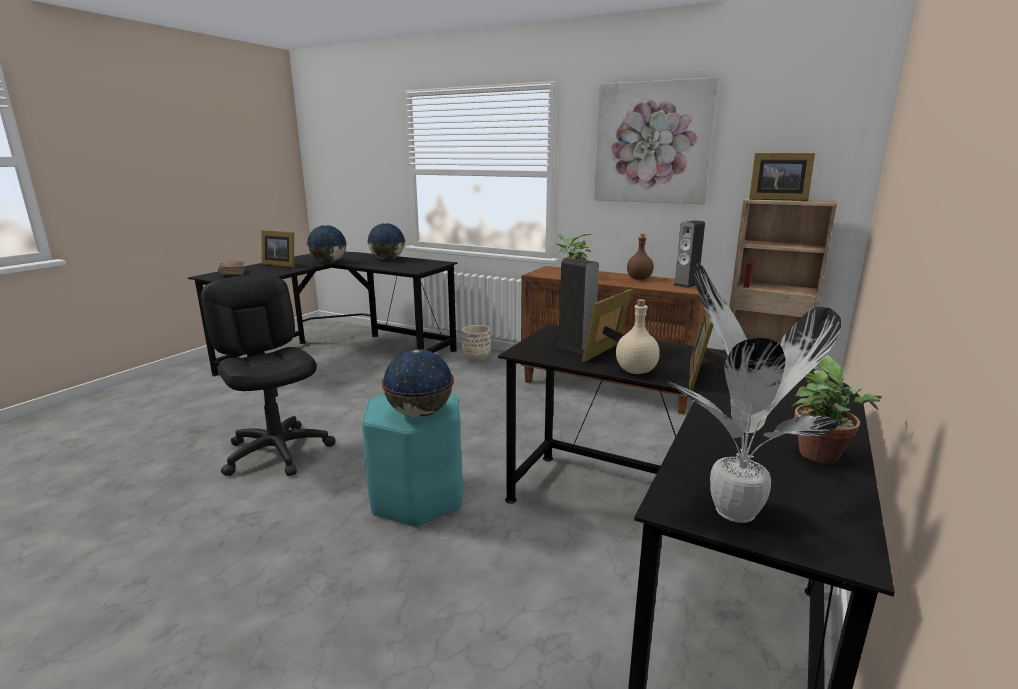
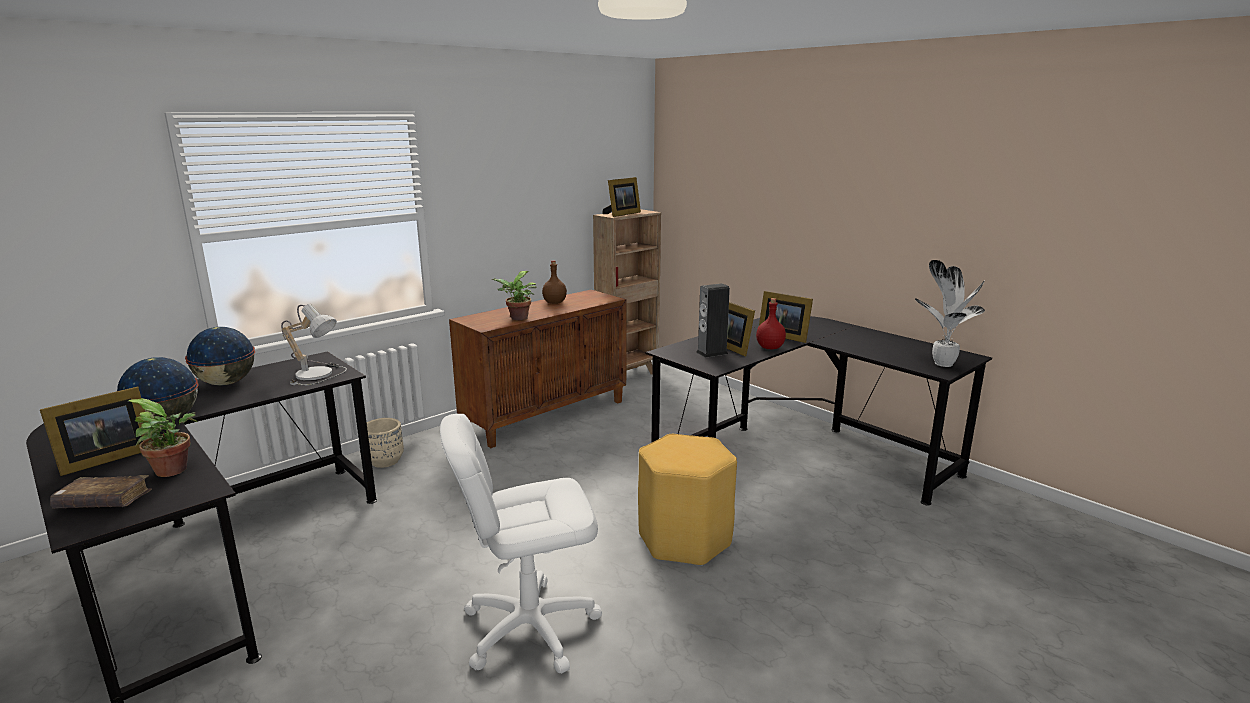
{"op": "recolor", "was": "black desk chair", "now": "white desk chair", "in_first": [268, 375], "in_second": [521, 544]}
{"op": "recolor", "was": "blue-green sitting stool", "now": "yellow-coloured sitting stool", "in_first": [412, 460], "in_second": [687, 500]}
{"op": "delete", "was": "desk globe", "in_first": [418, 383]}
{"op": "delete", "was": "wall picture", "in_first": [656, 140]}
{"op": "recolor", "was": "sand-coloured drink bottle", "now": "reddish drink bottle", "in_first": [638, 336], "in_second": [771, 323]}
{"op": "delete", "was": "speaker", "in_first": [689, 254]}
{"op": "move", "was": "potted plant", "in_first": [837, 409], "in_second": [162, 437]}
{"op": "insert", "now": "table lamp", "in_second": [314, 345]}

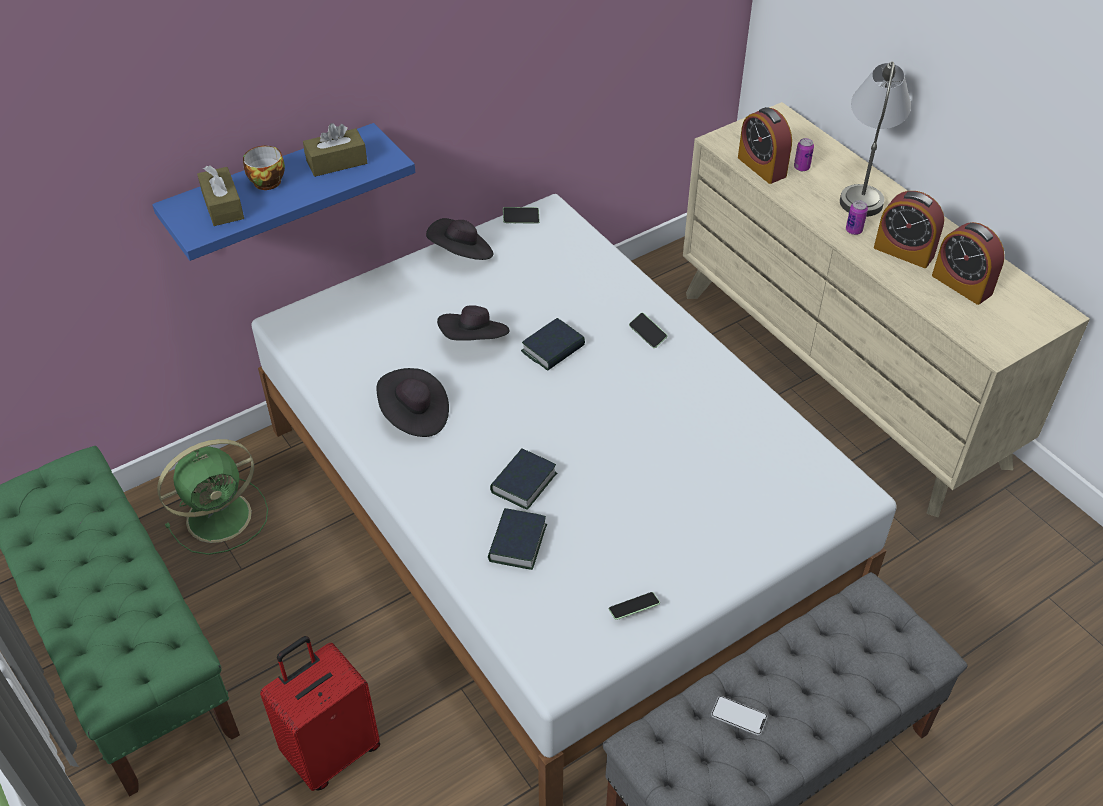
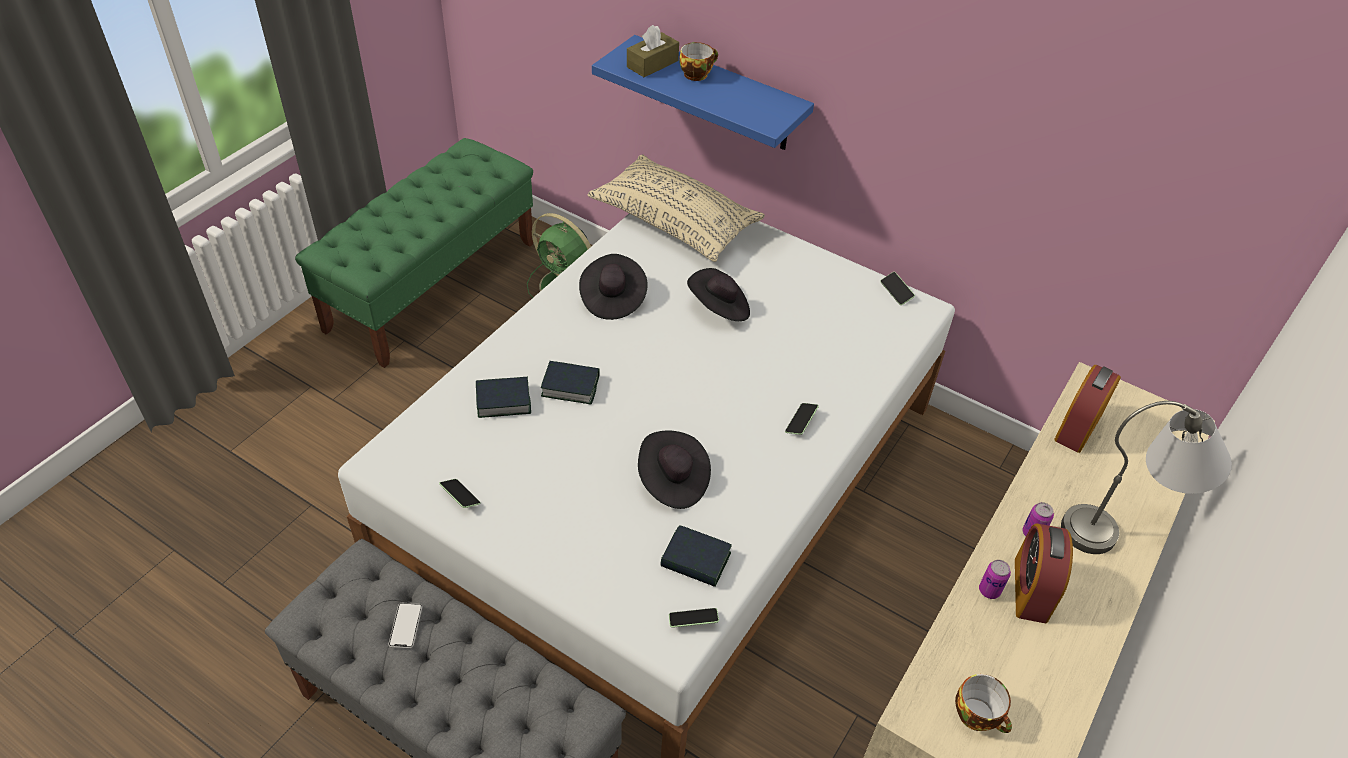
{"op": "delete", "was": "reddish suitcase", "in_first": [320, 713]}
{"op": "delete", "was": "brownish box of tissues", "in_first": [335, 150]}
{"op": "move", "was": "black wearable hat", "in_first": [460, 239], "in_second": [674, 470]}
{"op": "move", "was": "bound book", "in_first": [553, 344], "in_second": [696, 556]}
{"op": "move", "was": "metal can", "in_first": [804, 154], "in_second": [995, 579]}
{"op": "delete", "was": "bedside clock", "in_first": [968, 263]}
{"op": "insert", "now": "sand-coloured cushion", "in_second": [676, 208]}
{"op": "insert", "now": "telephone", "in_second": [694, 618]}
{"op": "insert", "now": "drinking cup", "in_second": [983, 703]}

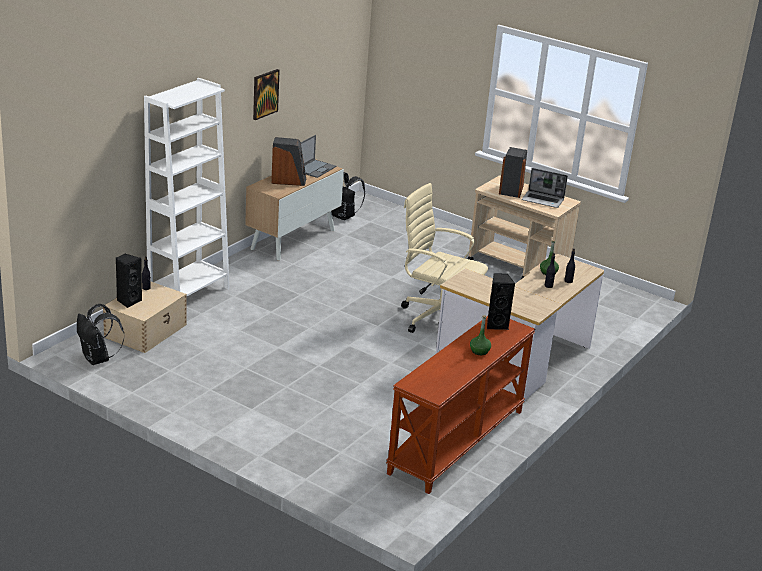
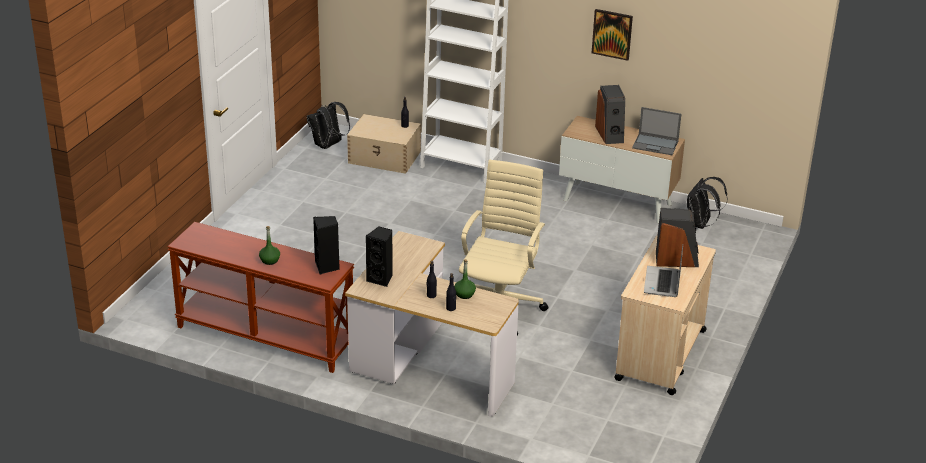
{"op": "move", "was": "black speaker", "in_first": [129, 280], "in_second": [379, 256]}

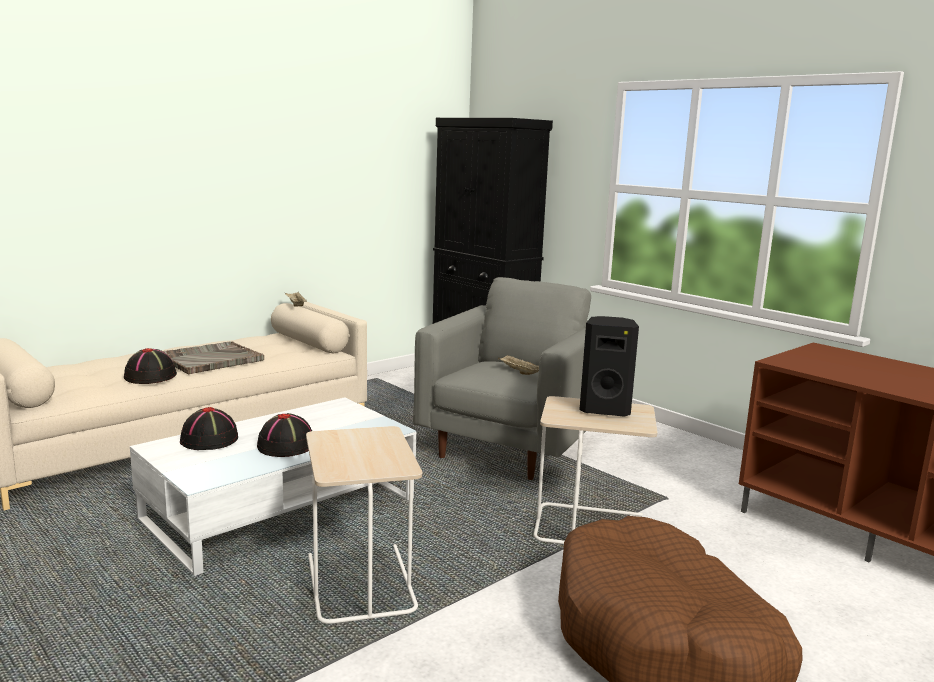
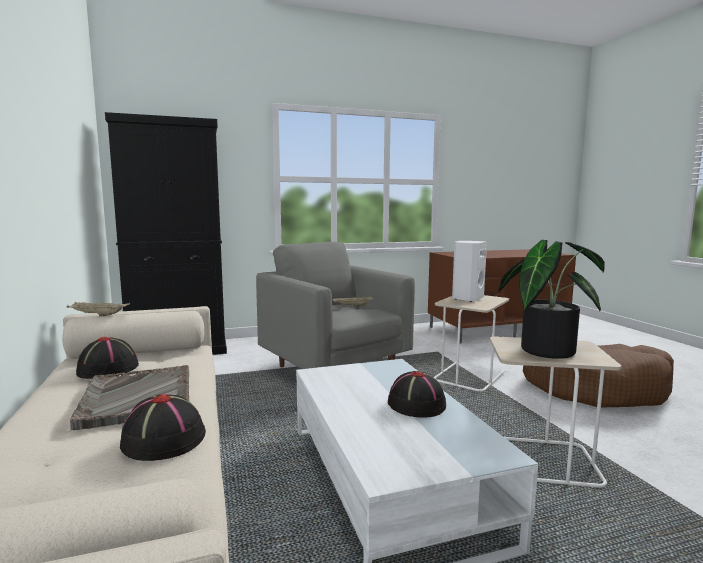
{"op": "move", "was": "black wearable hat", "in_first": [209, 428], "in_second": [107, 358]}
{"op": "recolor", "was": "black speaker", "now": "white speaker", "in_first": [609, 366], "in_second": [469, 271]}
{"op": "insert", "now": "potted plant", "in_second": [551, 299]}

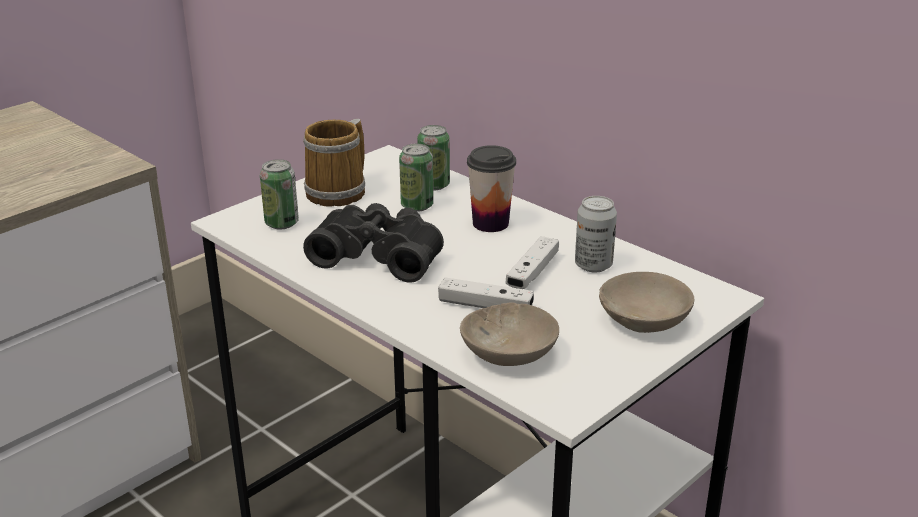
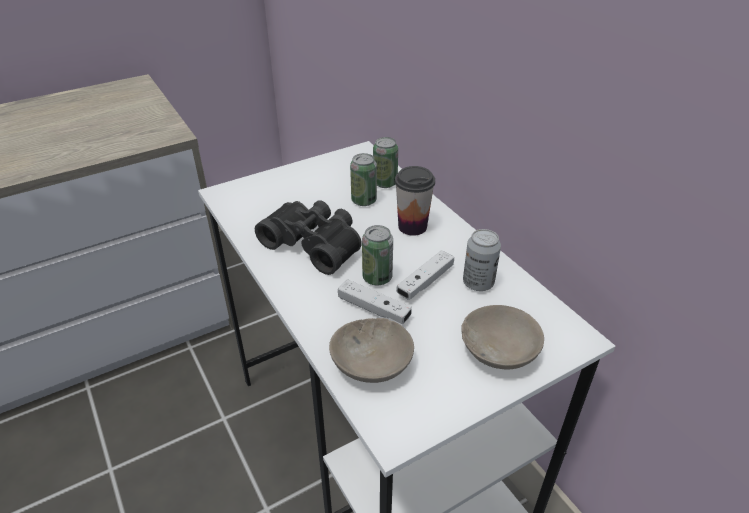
{"op": "move", "was": "metal can", "in_first": [279, 194], "in_second": [377, 255]}
{"op": "delete", "was": "tea mug", "in_first": [334, 163]}

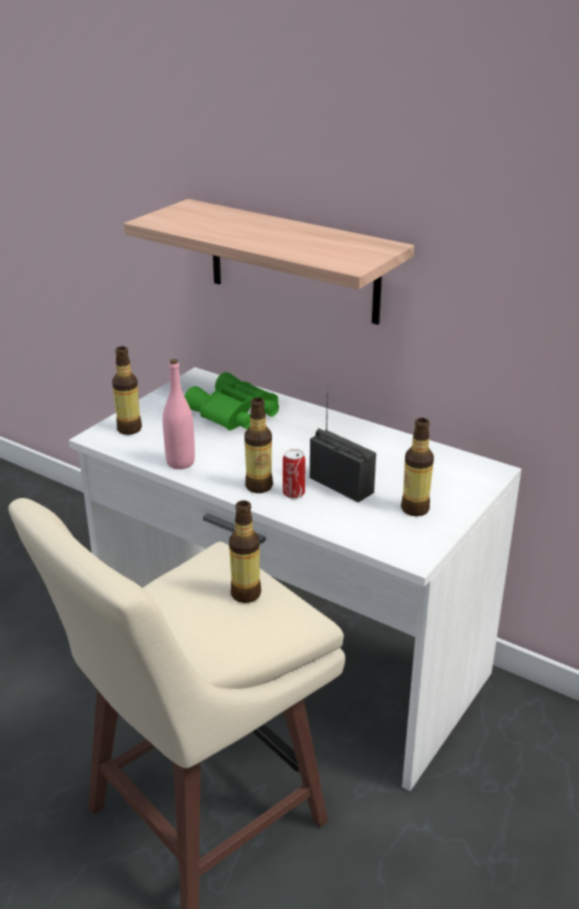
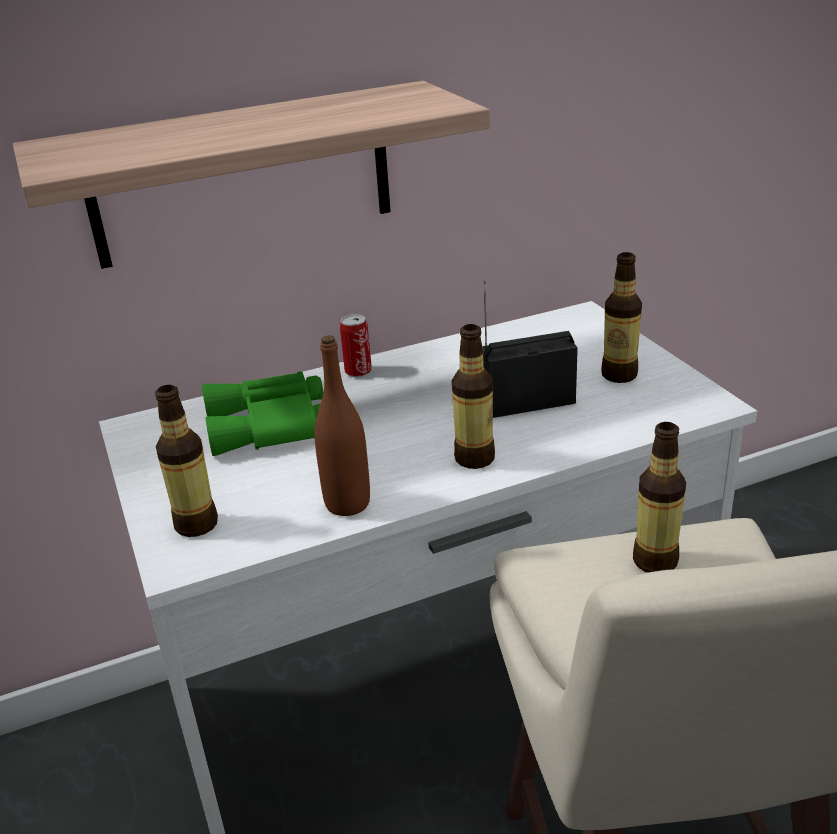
{"op": "recolor", "was": "pink-coloured drink bottle", "now": "brownish drink bottle", "in_first": [179, 414], "in_second": [342, 425]}
{"op": "move", "was": "metal can", "in_first": [294, 474], "in_second": [356, 345]}

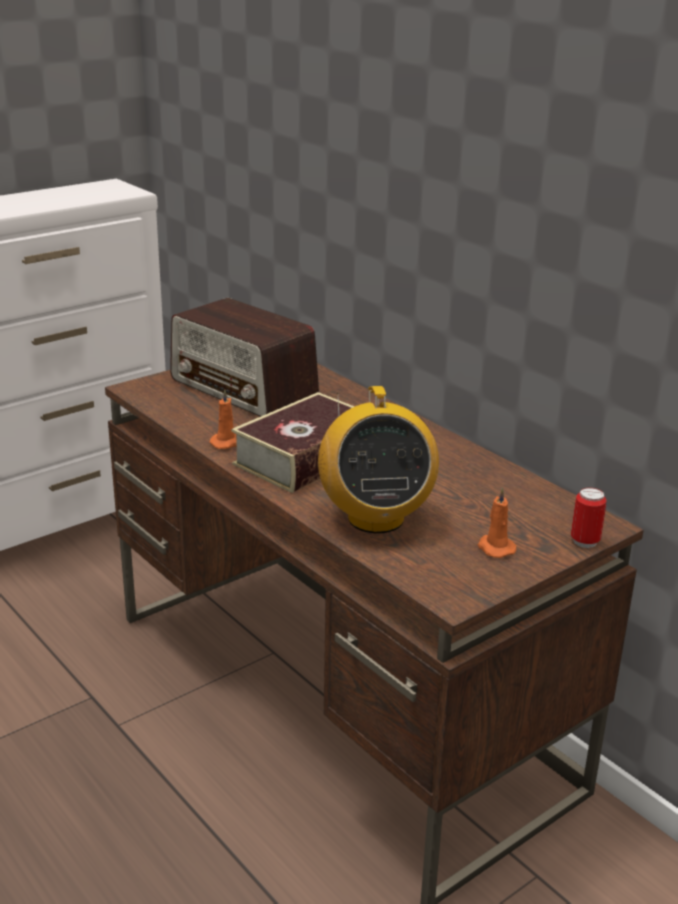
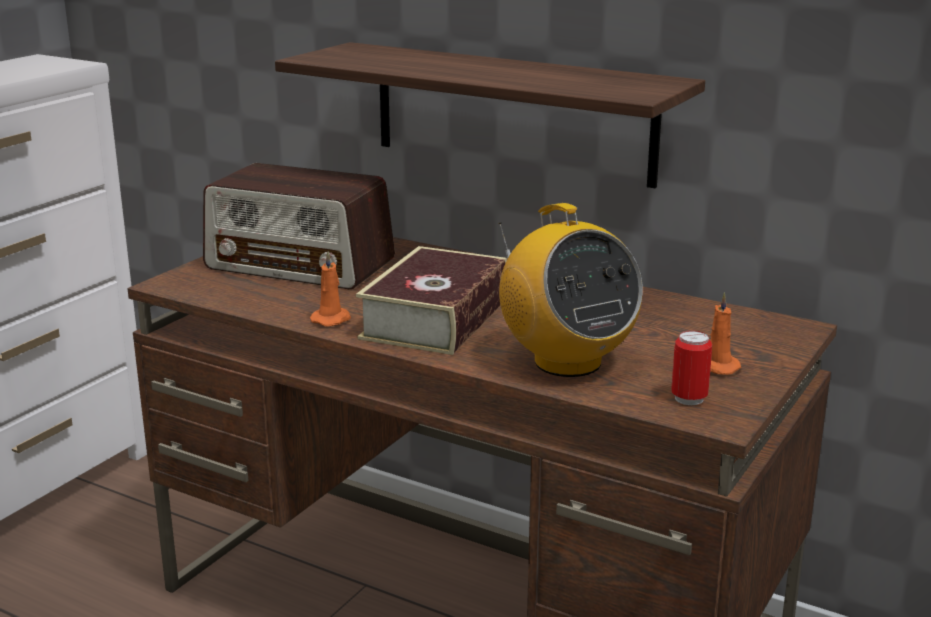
{"op": "move", "was": "metal can", "in_first": [589, 517], "in_second": [691, 367]}
{"op": "insert", "now": "bracket shelf", "in_second": [490, 115]}

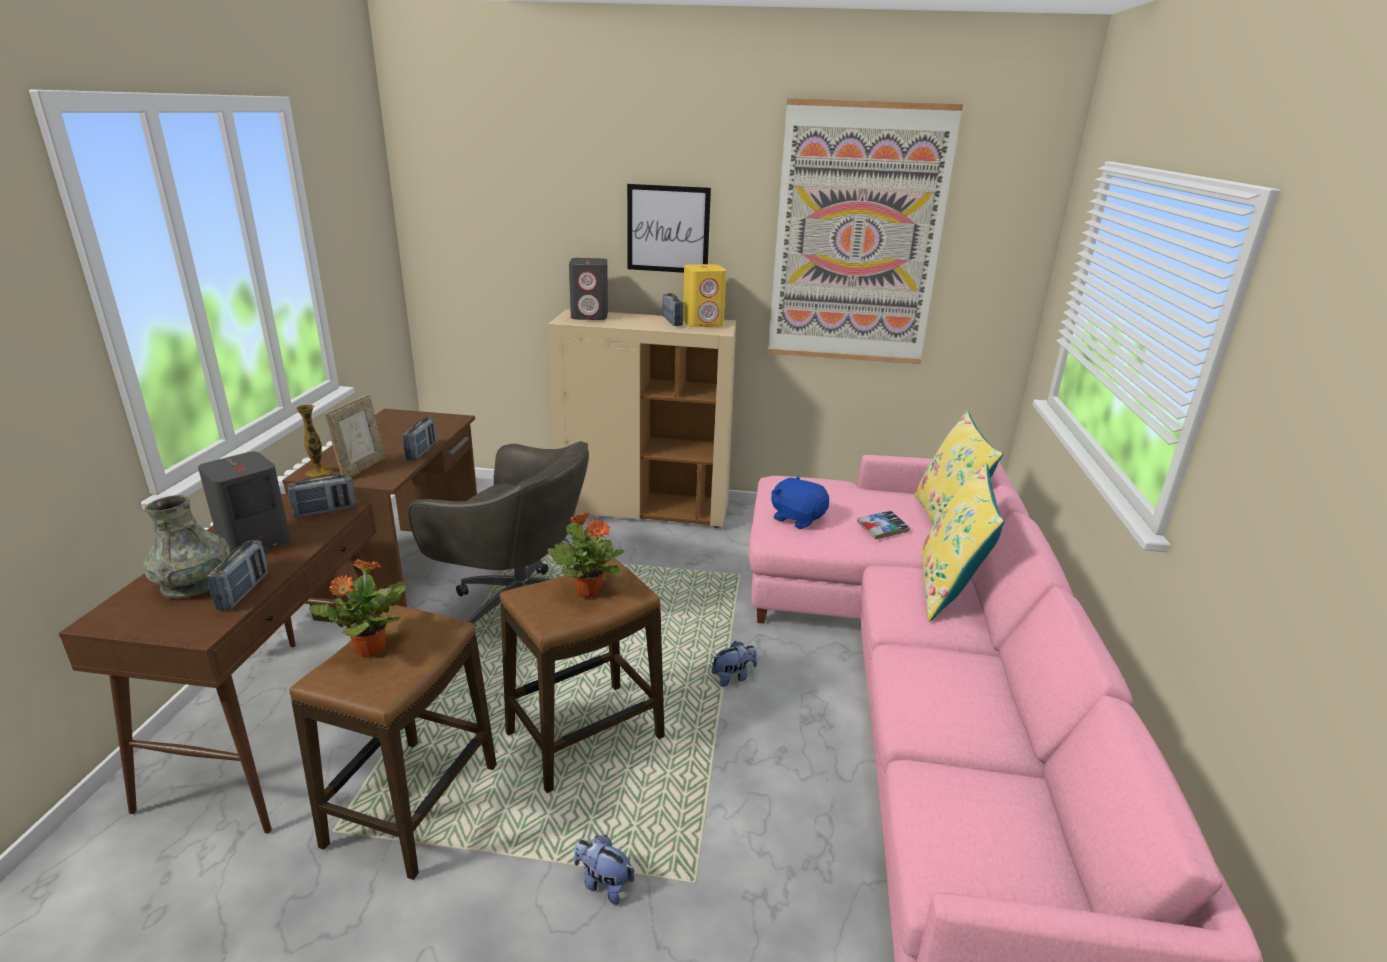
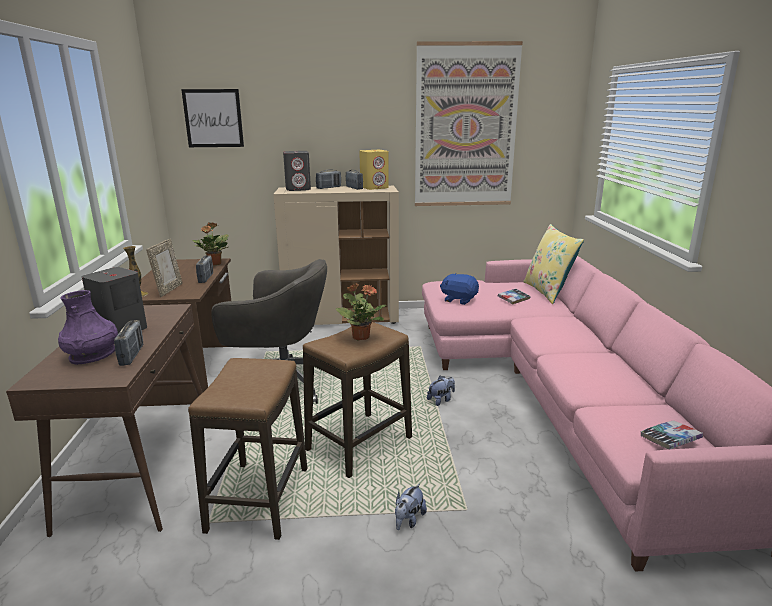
{"op": "recolor", "was": "gray decorative vase", "now": "purple-coloured decorative vase", "in_first": [187, 547], "in_second": [88, 327]}
{"op": "move", "was": "radio receiver", "in_first": [321, 496], "in_second": [328, 179]}
{"op": "move", "was": "potted plant", "in_first": [357, 608], "in_second": [210, 243]}
{"op": "rotate", "was": "cuddly toy", "in_first": [604, 870], "in_second": [411, 507], "clockwise": -75}
{"op": "move", "was": "wall picture", "in_first": [669, 228], "in_second": [212, 118]}
{"op": "delete", "was": "yellow-coloured cushion", "in_first": [963, 543]}
{"op": "insert", "now": "bound book", "in_second": [672, 434]}

